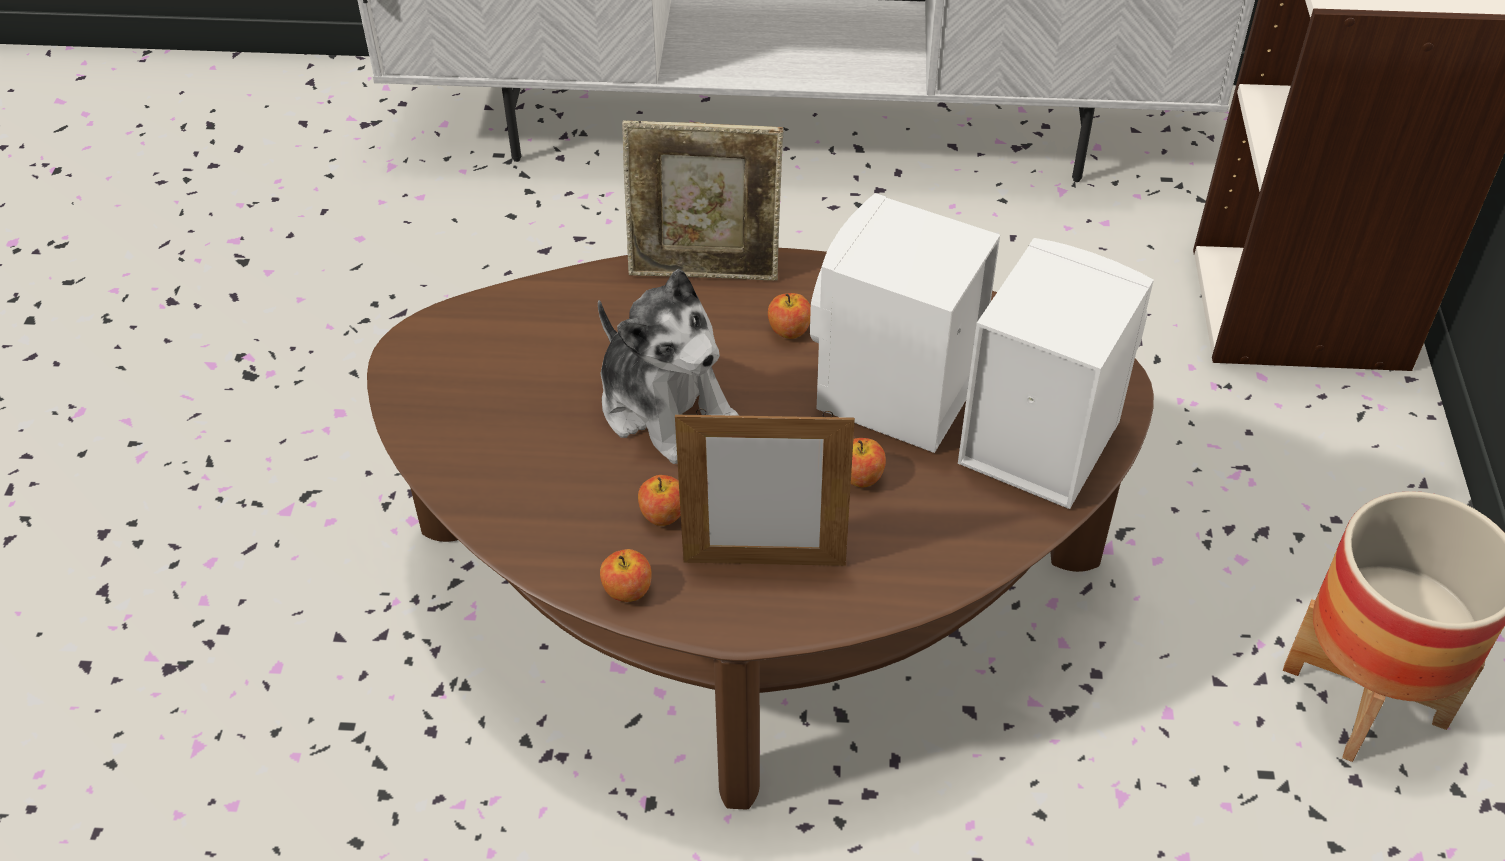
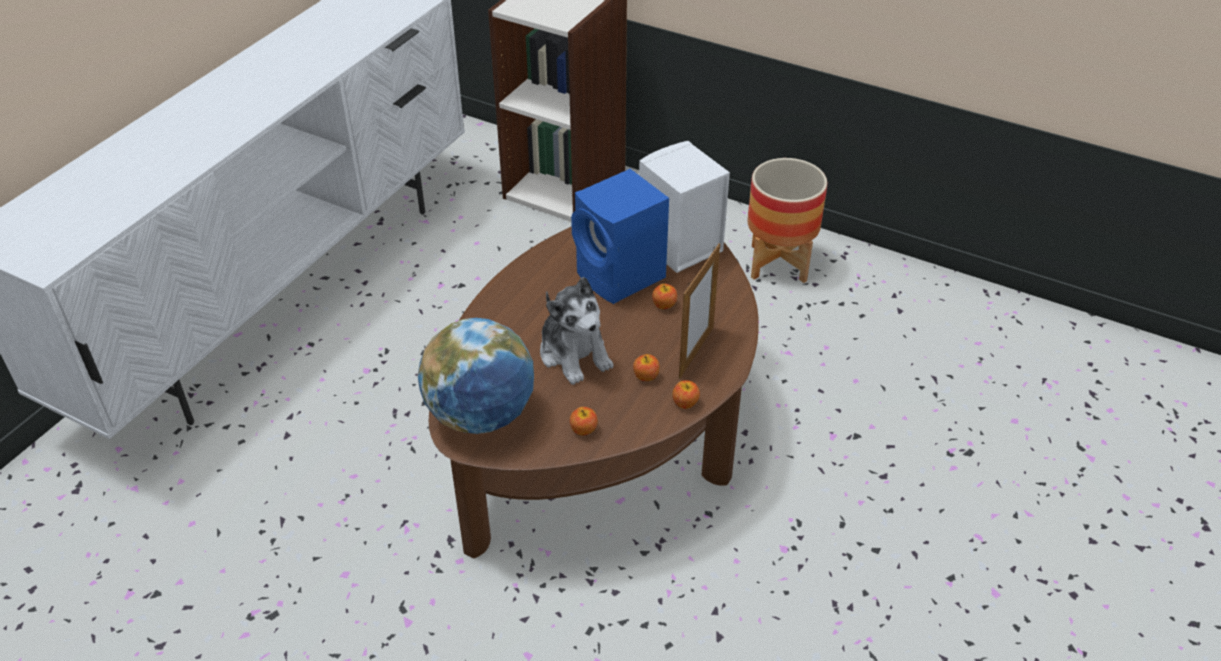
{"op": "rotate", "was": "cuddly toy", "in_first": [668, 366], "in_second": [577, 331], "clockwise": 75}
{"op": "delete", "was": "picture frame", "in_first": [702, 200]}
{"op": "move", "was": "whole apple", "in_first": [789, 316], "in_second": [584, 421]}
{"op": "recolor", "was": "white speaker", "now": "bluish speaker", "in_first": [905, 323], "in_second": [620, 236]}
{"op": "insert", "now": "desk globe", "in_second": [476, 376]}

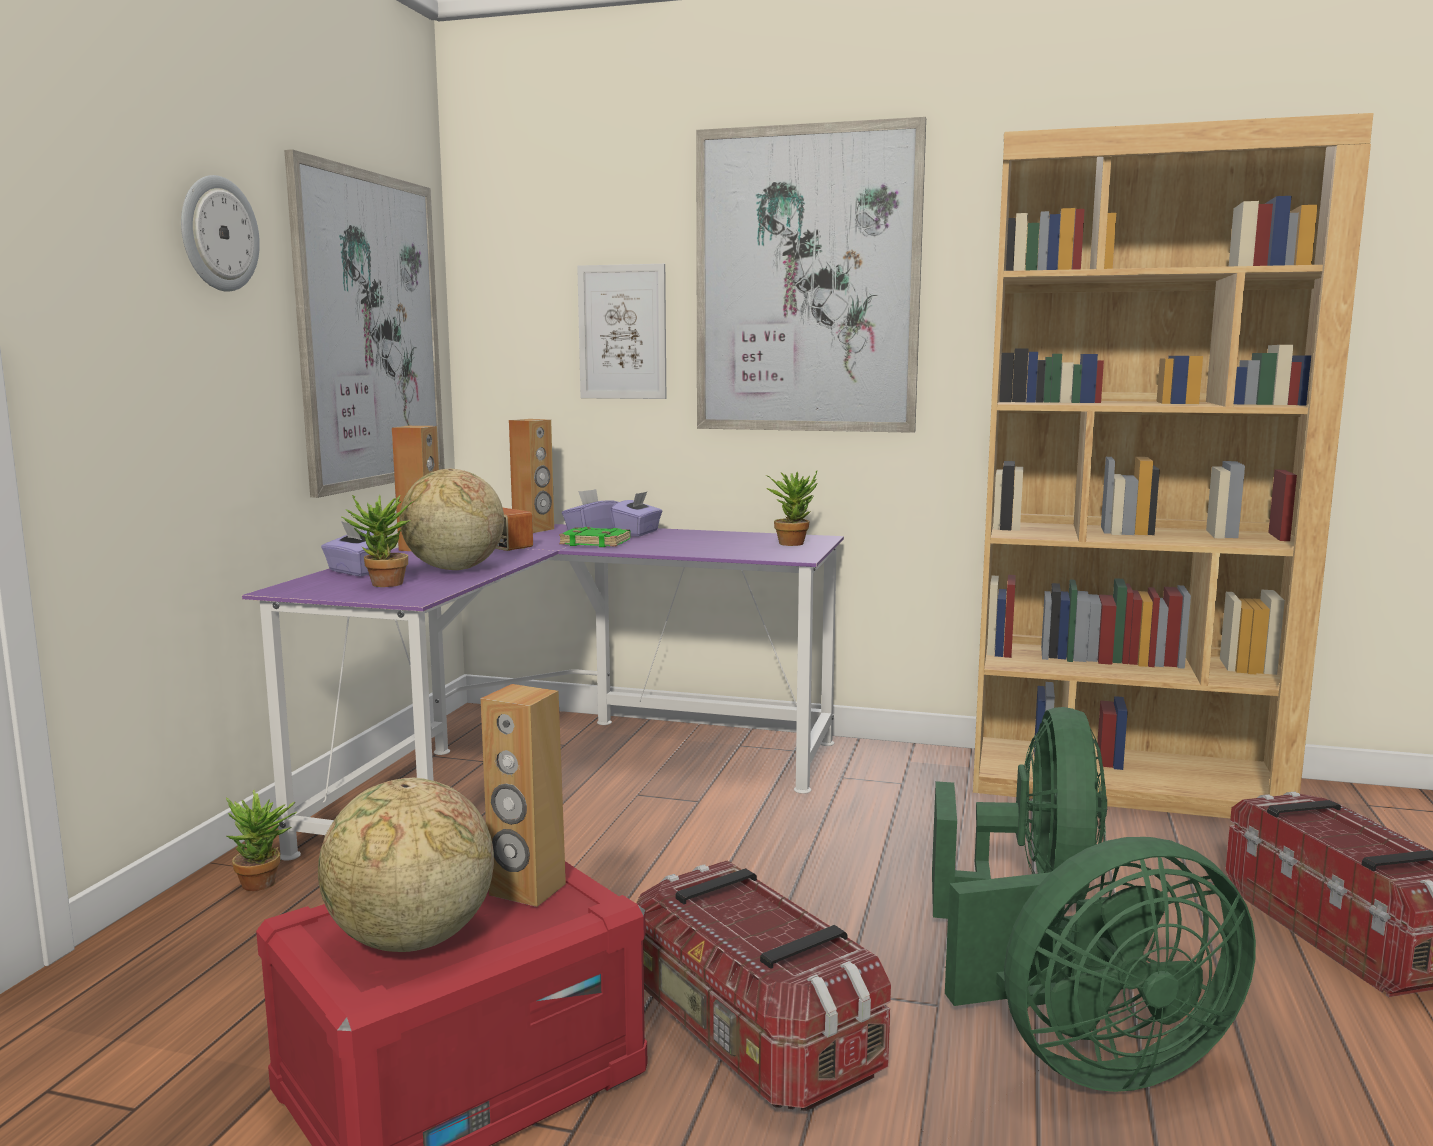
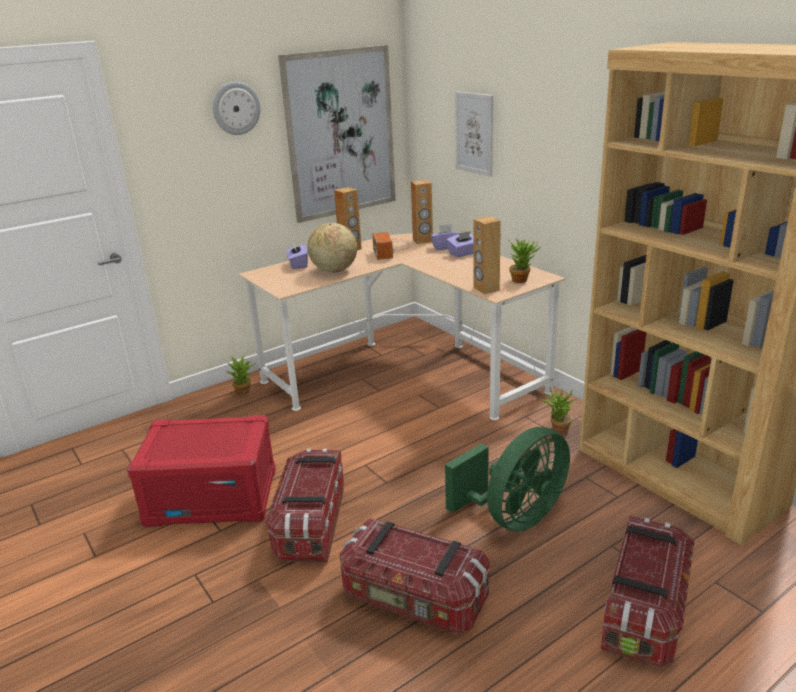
{"op": "recolor", "was": "purple-coloured desk", "now": "sand-coloured desk", "in_first": [543, 692], "in_second": [402, 327]}
{"op": "delete", "was": "desk globe", "in_first": [406, 864]}
{"op": "move", "was": "potted plant", "in_first": [378, 540], "in_second": [559, 410]}
{"op": "move", "was": "brownish speaker", "in_first": [523, 795], "in_second": [487, 255]}
{"op": "delete", "was": "green bound book", "in_first": [595, 537]}
{"op": "delete", "was": "wall picture", "in_first": [811, 275]}
{"op": "replace", "was": "green electric fan", "now": "storage box", "in_first": [1100, 964], "in_second": [414, 576]}

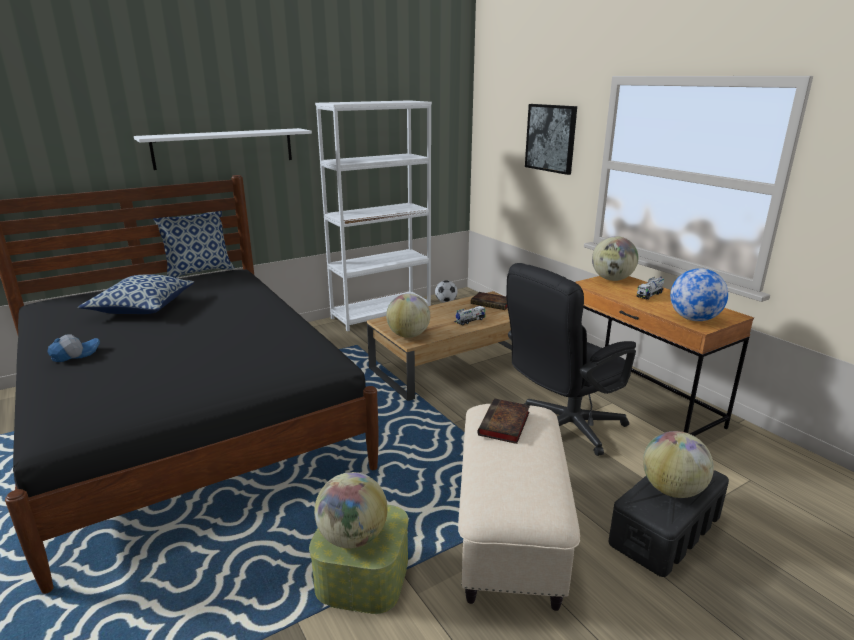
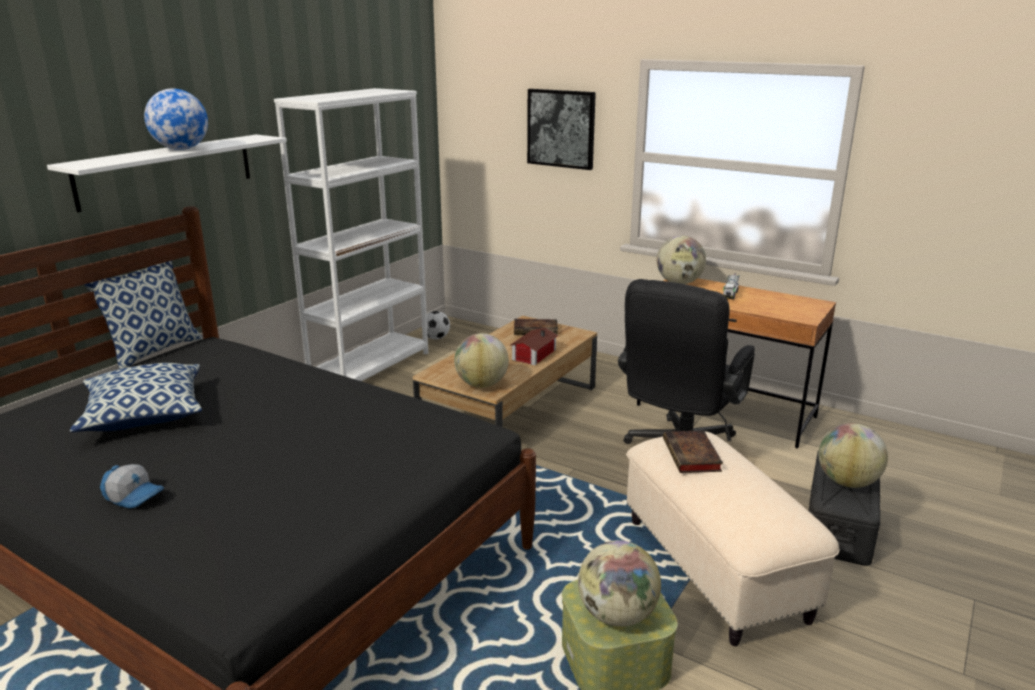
{"op": "rotate", "was": "cap", "in_first": [74, 348], "in_second": [132, 486], "clockwise": 90}
{"op": "replace", "was": "model truck", "now": "toy house", "in_first": [469, 315], "in_second": [534, 346]}
{"op": "move", "was": "desk globe", "in_first": [699, 294], "in_second": [176, 119]}

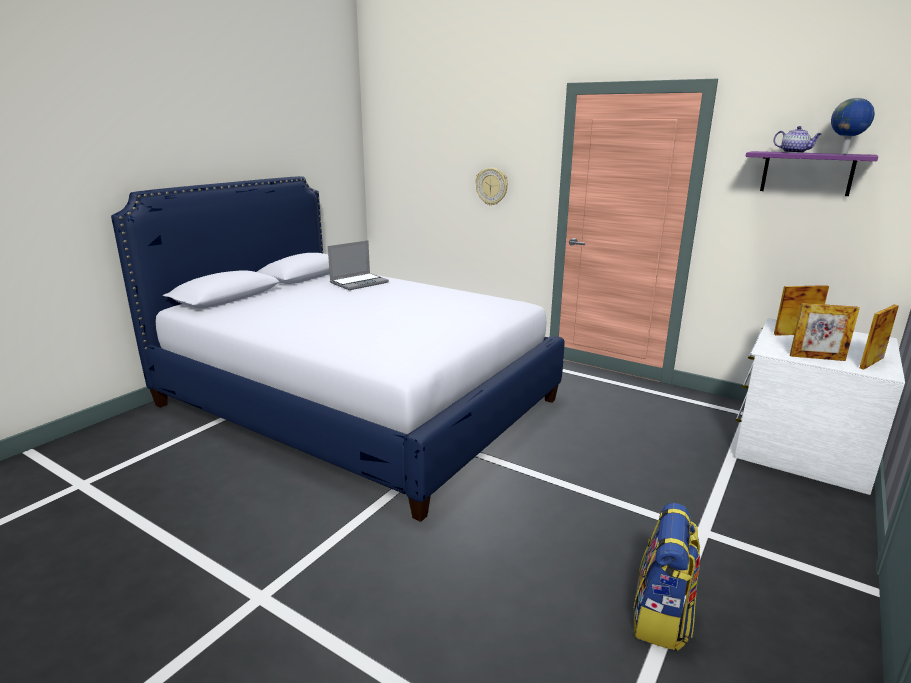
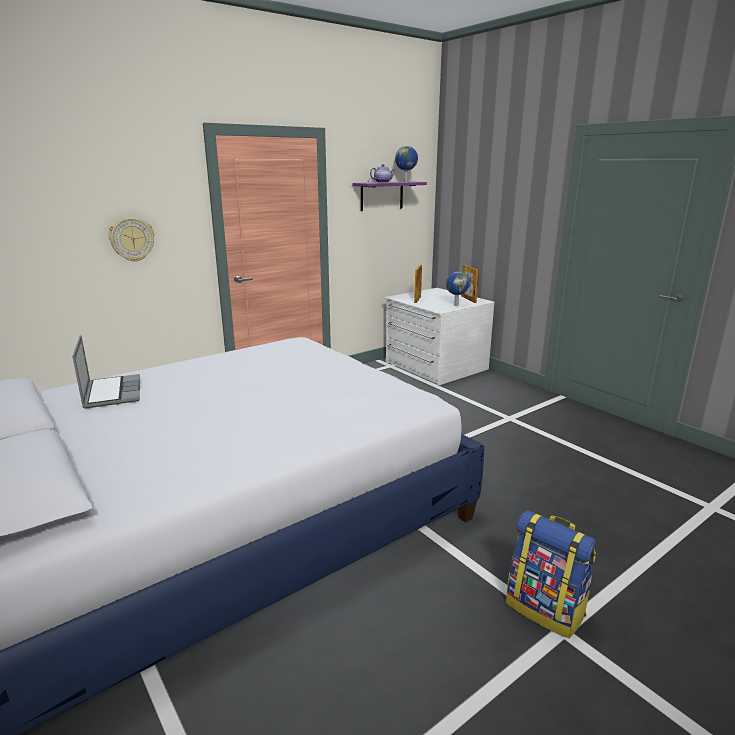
{"op": "move", "was": "rucksack", "in_first": [666, 577], "in_second": [551, 574]}
{"op": "replace", "was": "picture frame", "now": "desk globe", "in_first": [825, 332], "in_second": [457, 289]}

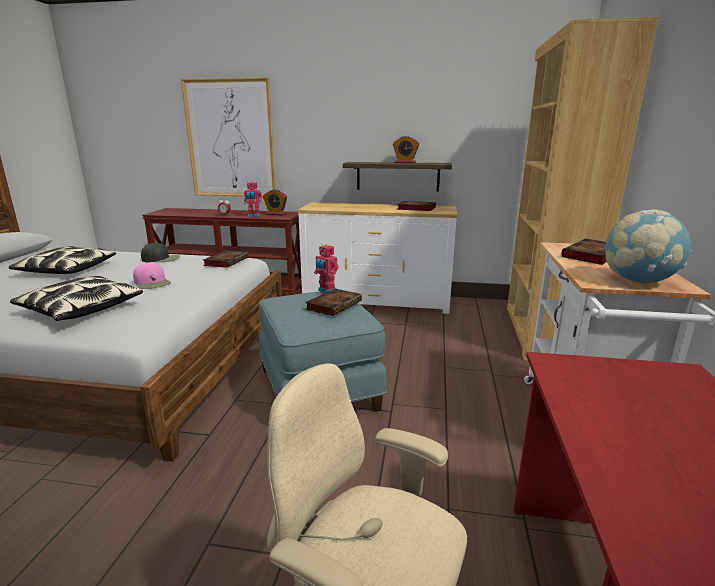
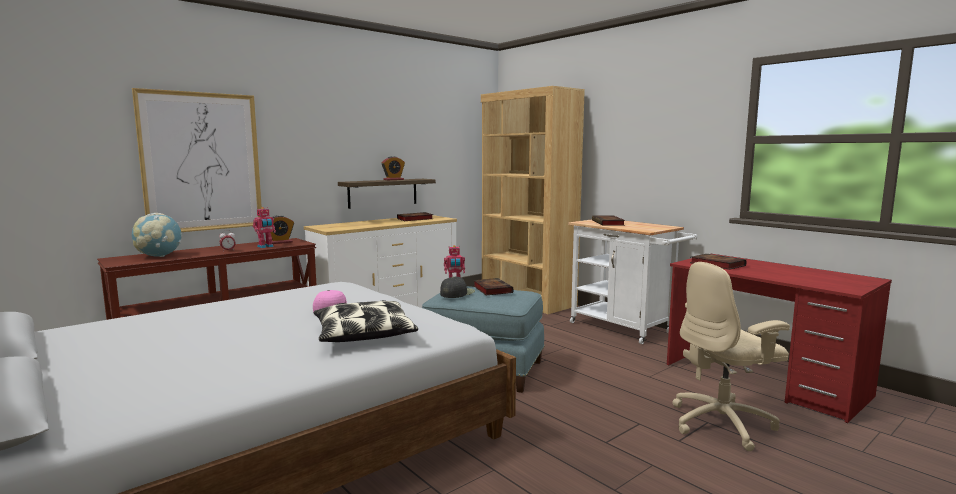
{"op": "delete", "was": "cushion", "in_first": [62, 260]}
{"op": "move", "was": "black cap", "in_first": [160, 252], "in_second": [457, 287]}
{"op": "move", "was": "bound book", "in_first": [226, 259], "in_second": [718, 262]}
{"op": "move", "was": "desk globe", "in_first": [648, 247], "in_second": [157, 235]}

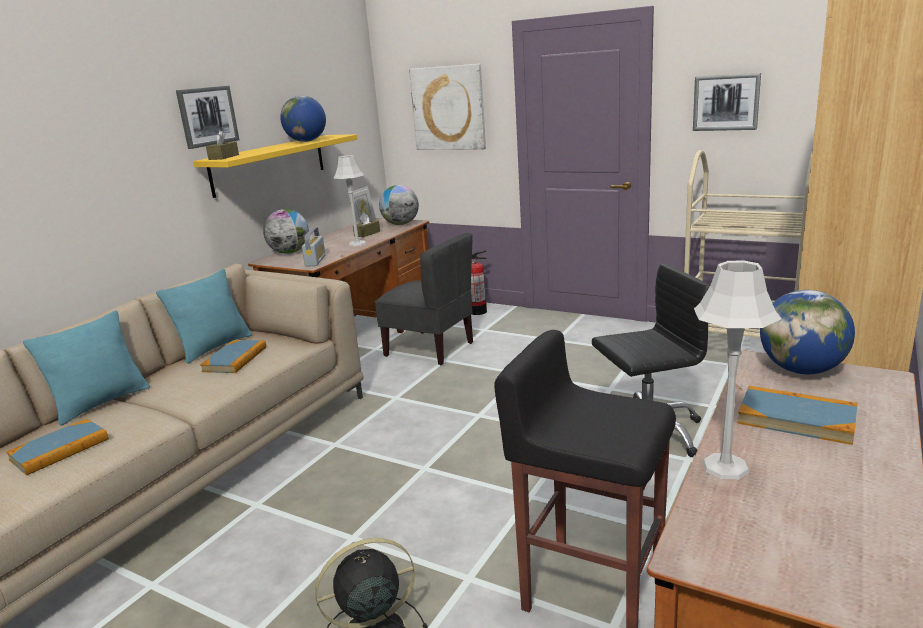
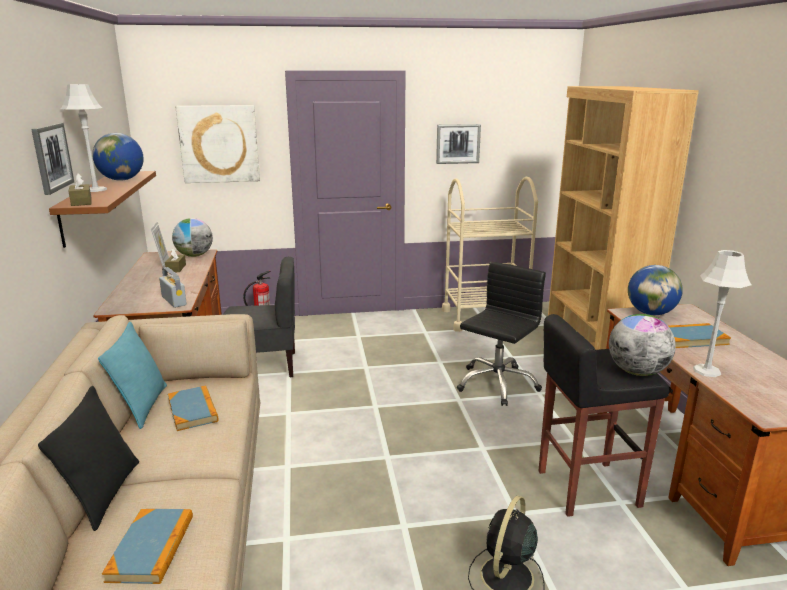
{"op": "recolor", "was": "blue-green cushion", "now": "black cushion", "in_first": [86, 368], "in_second": [88, 458]}
{"op": "recolor", "was": "yellow-coloured bracket shelf", "now": "brownish bracket shelf", "in_first": [275, 166], "in_second": [102, 209]}
{"op": "move", "was": "desk globe", "in_first": [286, 231], "in_second": [642, 345]}
{"op": "move", "was": "gray table lamp", "in_first": [349, 200], "in_second": [84, 138]}

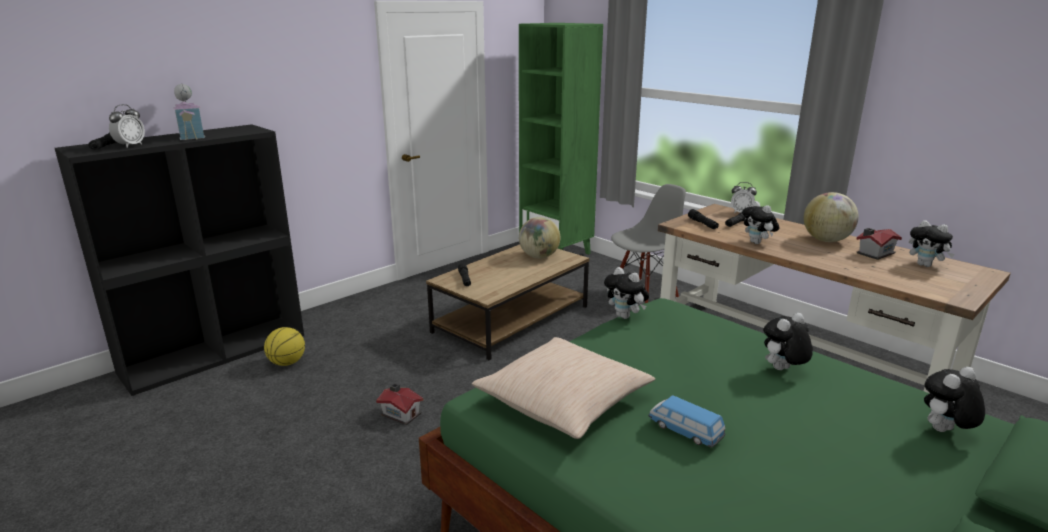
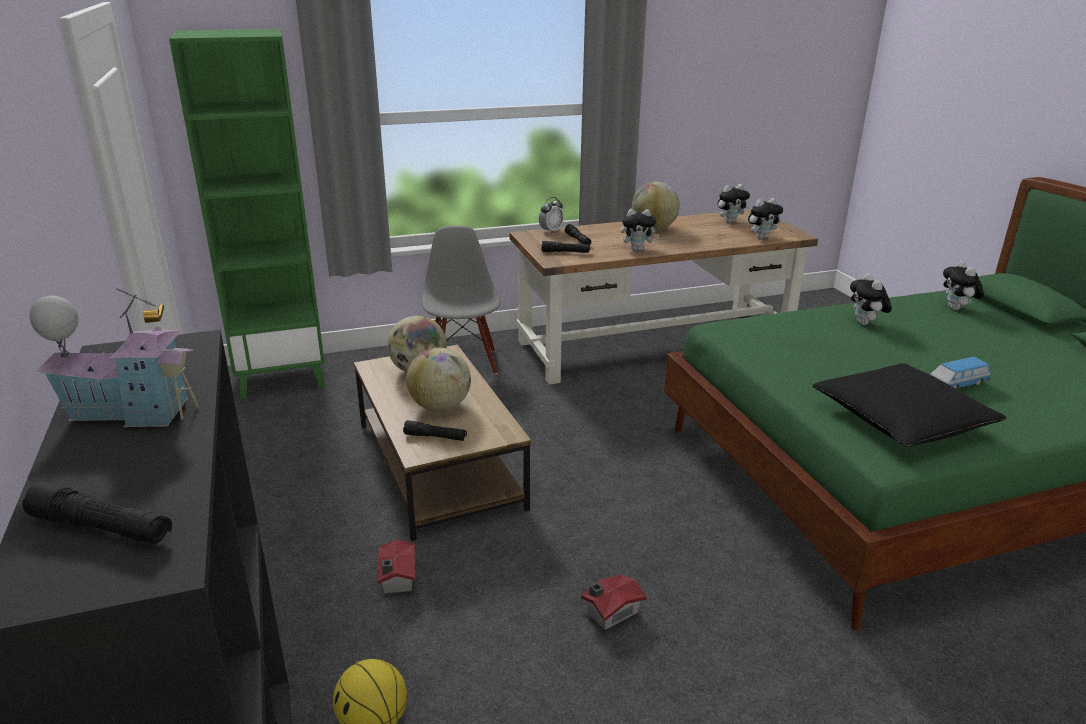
{"op": "delete", "was": "bedside clock", "in_first": [127, 126]}
{"op": "recolor", "was": "sand-coloured cushion", "now": "black cushion", "in_first": [563, 388], "in_second": [909, 405]}
{"op": "move", "was": "cuddly toy", "in_first": [626, 293], "in_second": [765, 218]}
{"op": "move", "was": "toy house", "in_first": [879, 244], "in_second": [396, 568]}
{"op": "insert", "now": "desk globe", "in_second": [438, 379]}

